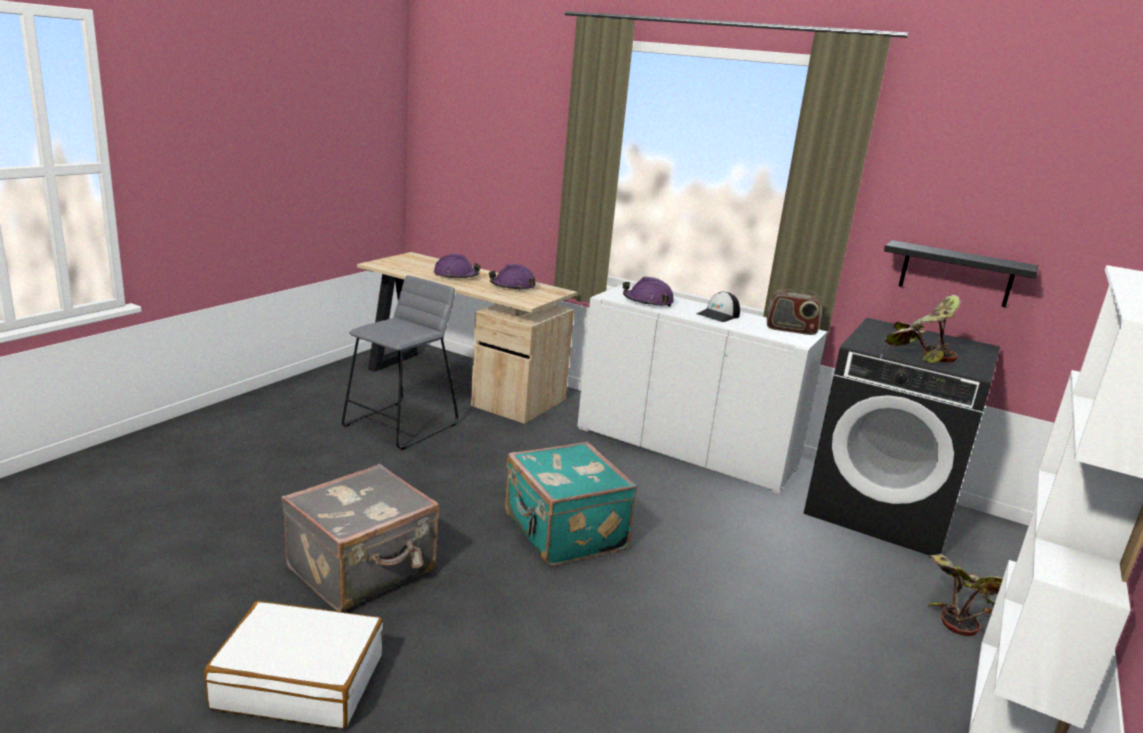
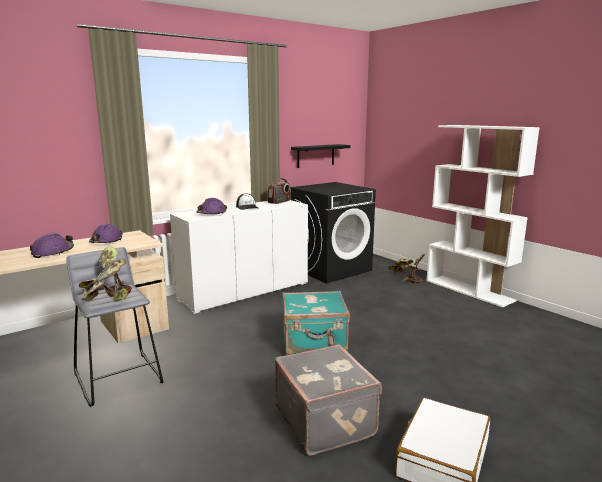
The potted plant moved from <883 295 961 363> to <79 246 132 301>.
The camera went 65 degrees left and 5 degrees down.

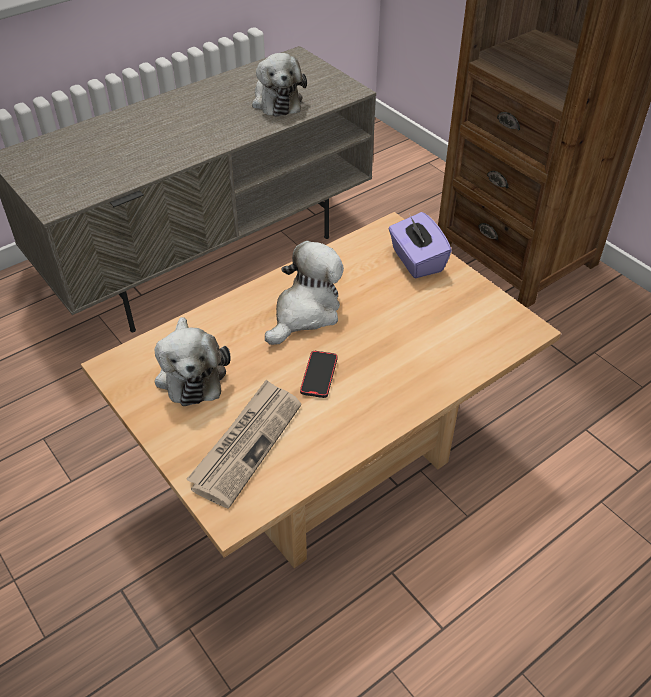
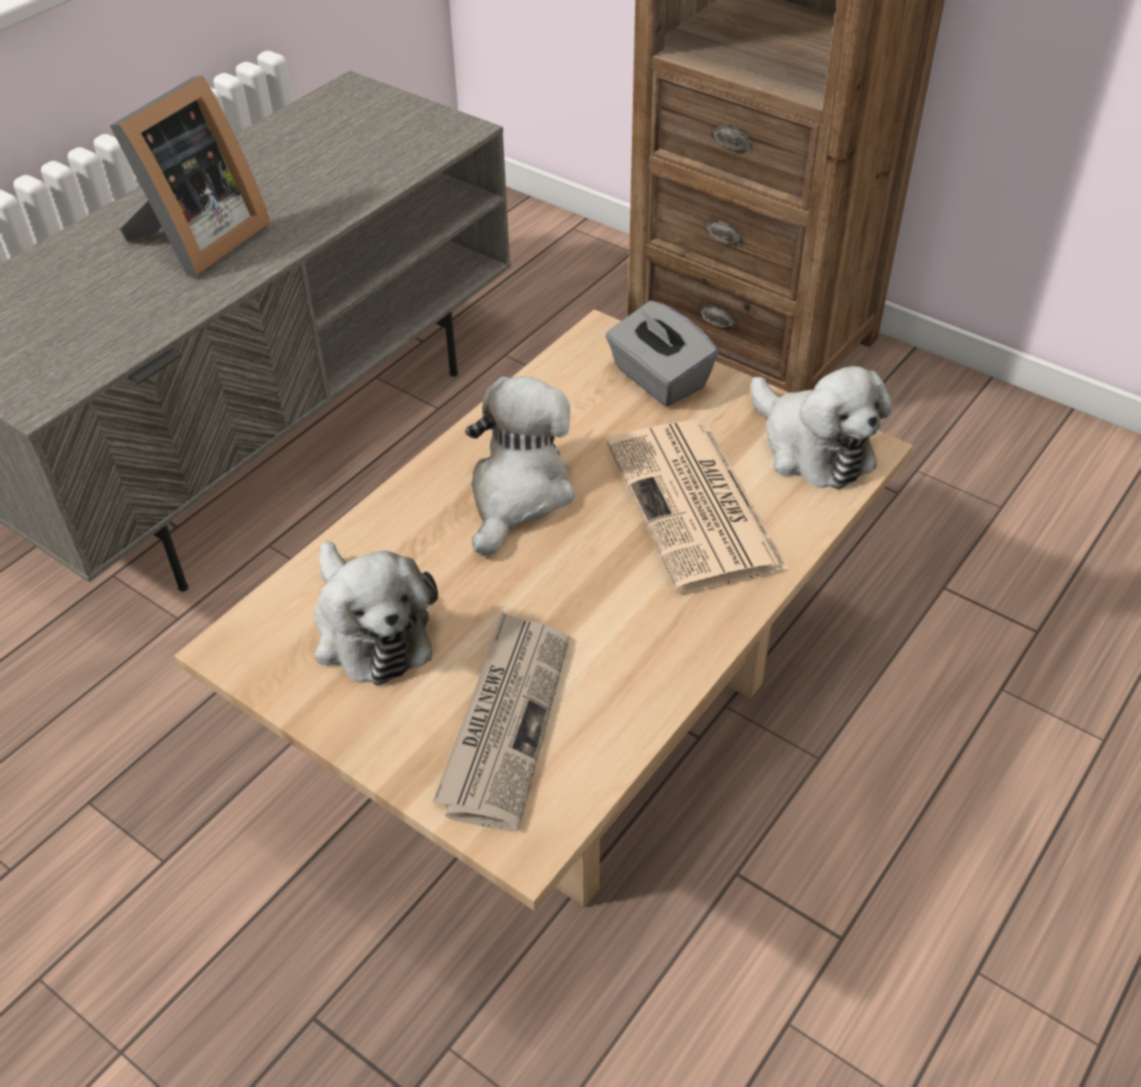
The plush toy moved from <252 53 307 117> to <751 366 892 489>.
The tissue box in purple at <389 212 452 278> became the tissue box in grey at <605 301 718 406>.
The phone at <300 351 338 398> disappeared.
The picture frame at <110 75 270 276> appeared.
The newspaper at <607 420 789 593> appeared.
The camera went 15 degrees left and 0 degrees up.

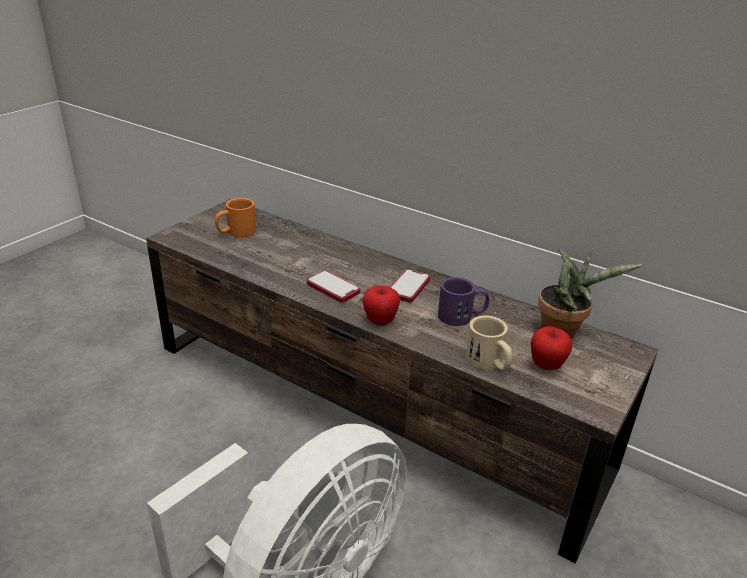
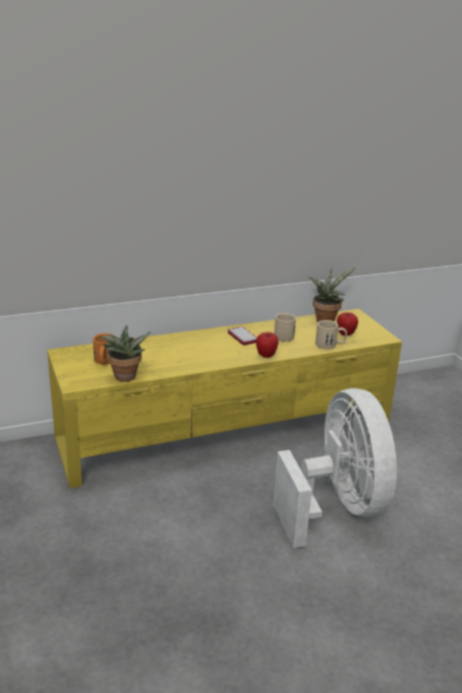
The tv stand in brown at <146 199 659 564> became the tv stand in yellow at <47 309 402 488>.
The phone at <307 271 360 303> disappeared.
The mug in purple at <438 277 489 326> became the mug in beige at <274 313 296 342>.
The potted plant at <100 326 151 382> appeared.
The camera went 55 degrees left and 5 degrees down.

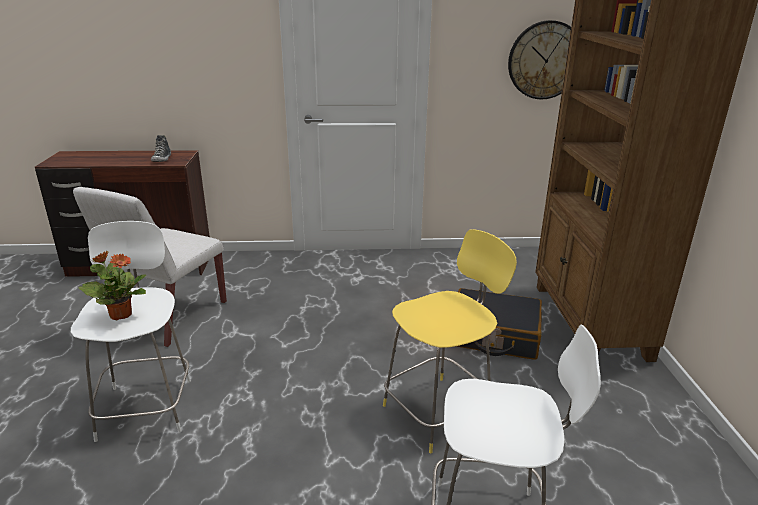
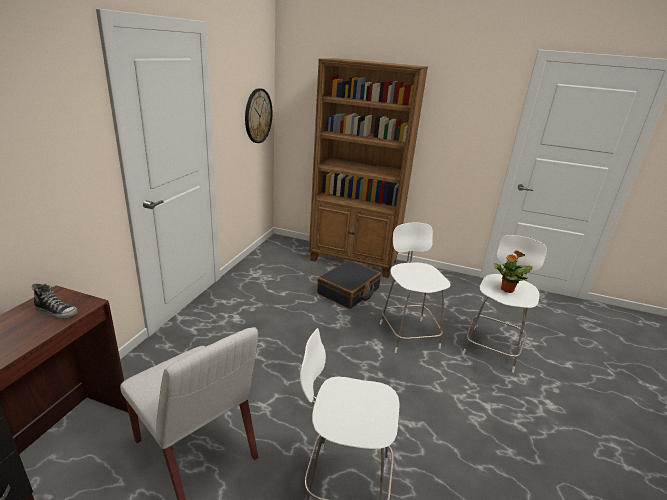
The stool in yellow at <383 229 517 454> became the stool in white at <380 223 451 353>.
The potted plant moved from <79 251 146 321> to <494 251 533 293>.
The camera went 70 degrees left and 0 degrees up.

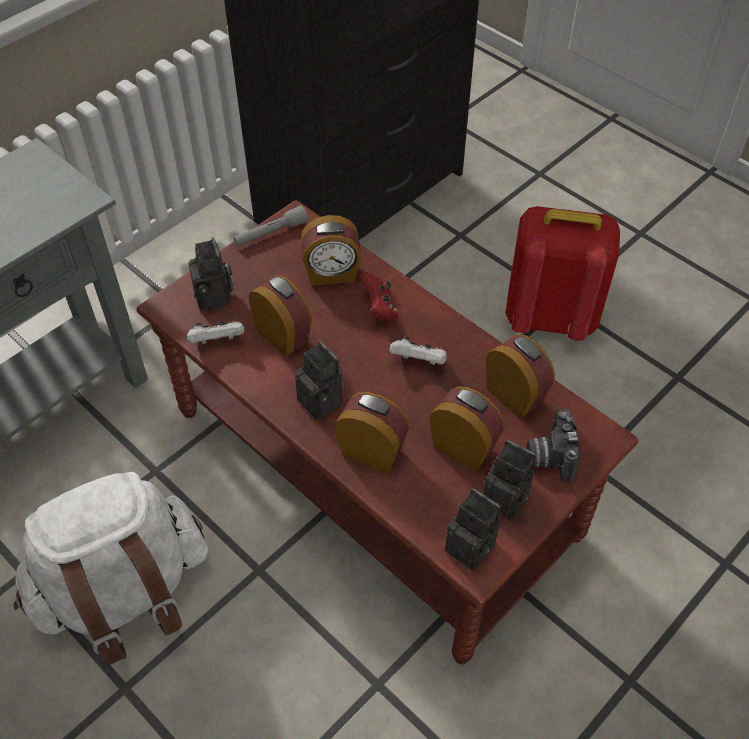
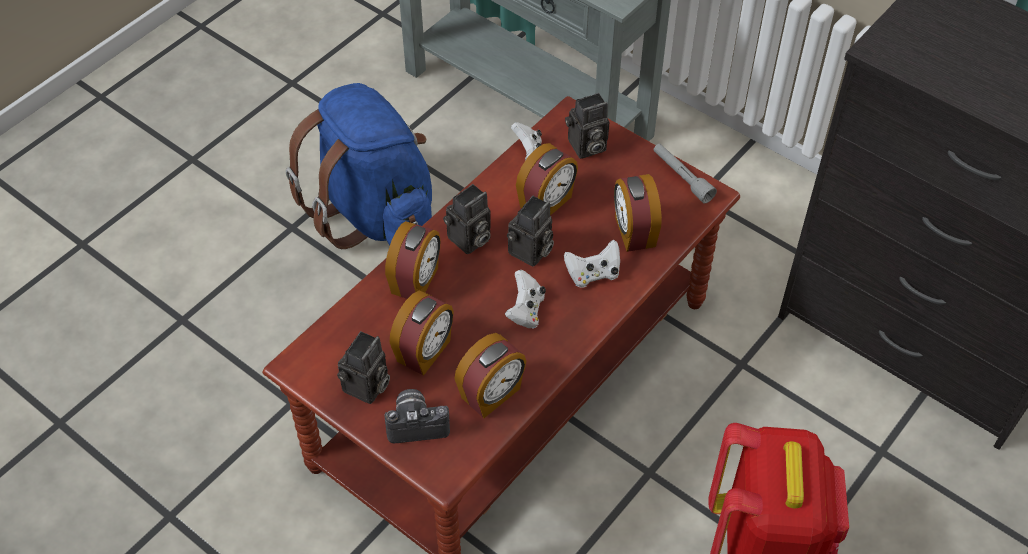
The game controller in red at <359 272 398 321> became the game controller in white at <564 240 620 288>.
The backpack in white at <13 472 208 665> became the backpack in blue at <286 83 432 249>.
The photo camera moved from <445 488 500 571> to <507 196 554 267>.
The camera went 85 degrees right and 0 degrees up.

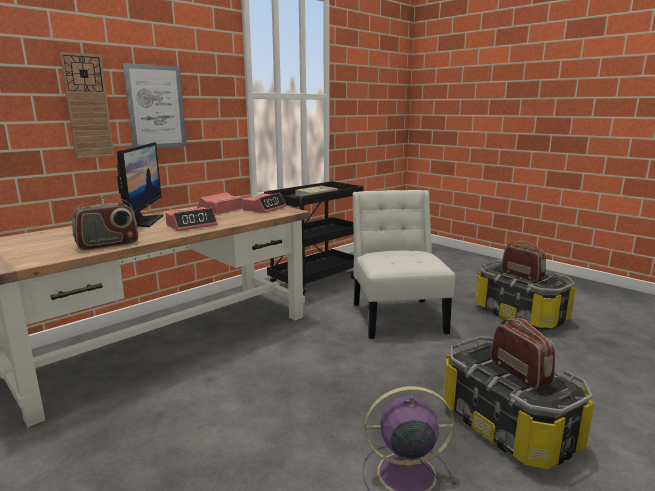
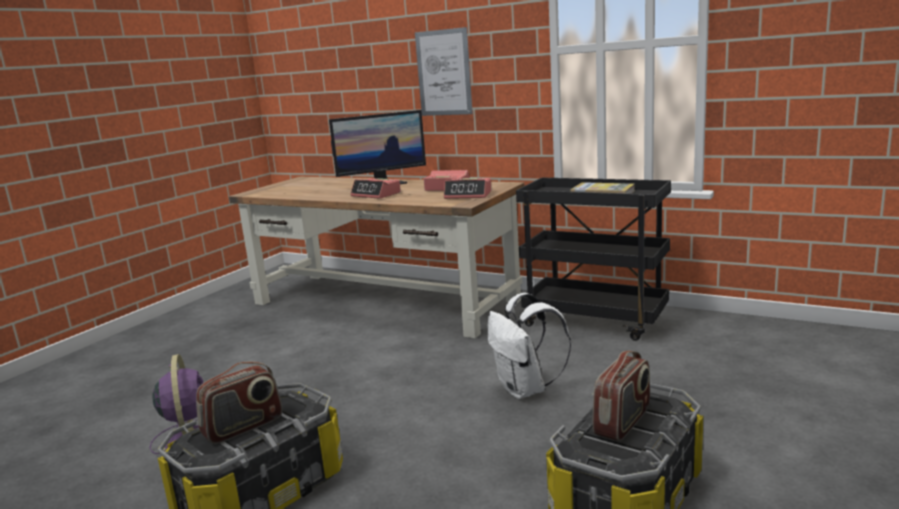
The wall clock at <60 52 114 159> disappeared.
The chair in white at <352 190 455 339> was replaced by the backpack in white at <487 293 571 399>.
The radio at <72 196 138 250> disappeared.
The camera went 75 degrees right and 0 degrees up.

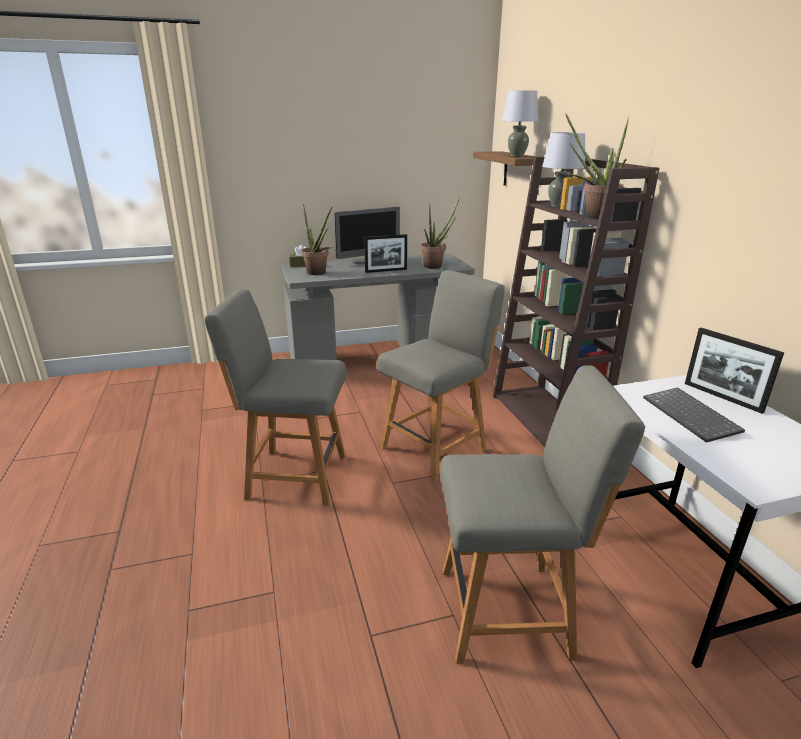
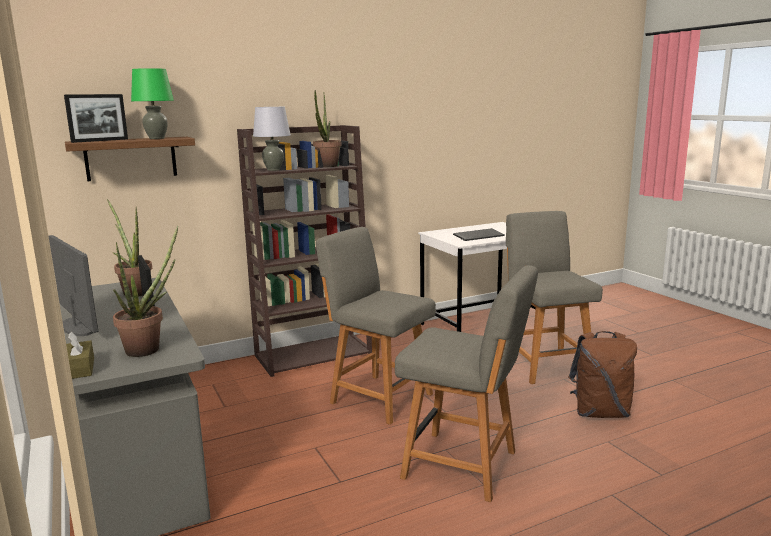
The table lamp in grey at <502 90 538 157> became the table lamp in green at <131 68 174 139>.
The chair in grey at <204 289 347 505> turned 60 degrees counterclockwise.
The picture frame moved from <685 328 784 414> to <64 94 128 143>.
The backpack in brown at <568 331 637 418> appeared.
The camera went 100 degrees left and 10 degrees down.

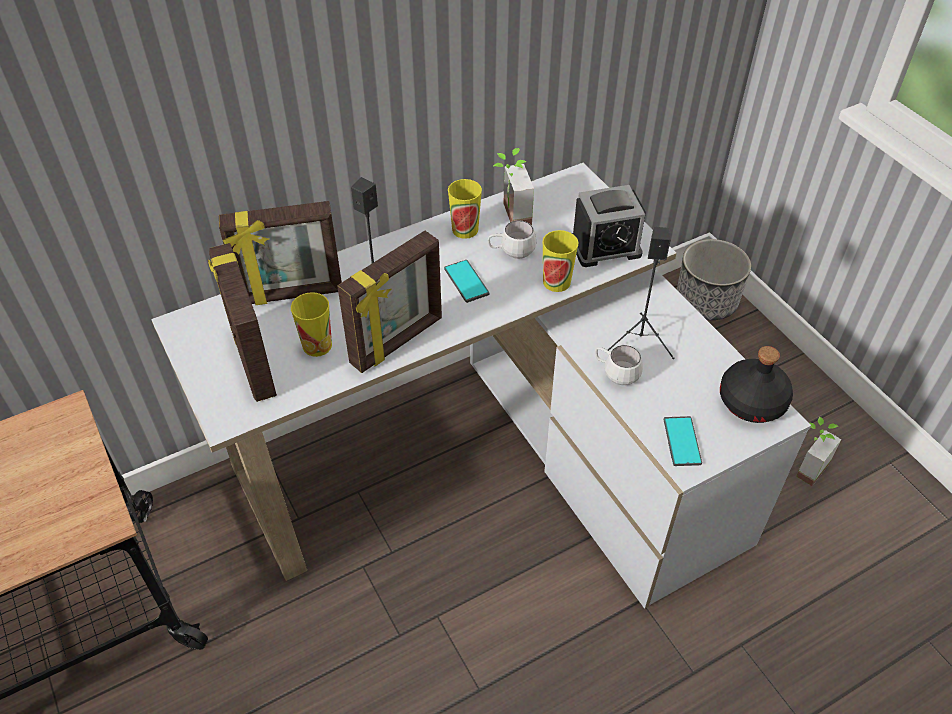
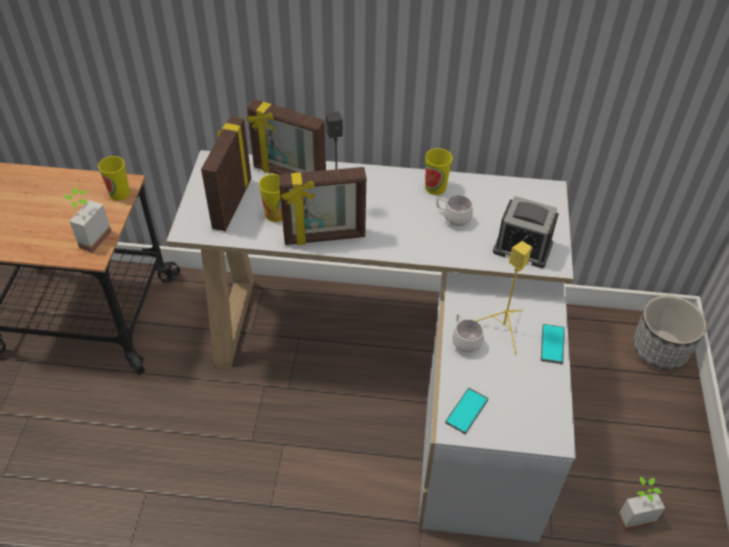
The potted plant moved from <493 148 534 225> to <64 188 112 253>.
The speaker in black at <608 227 674 359> became the speaker in yellow at <476 241 532 354>.
The cup moved from <542 230 579 292> to <98 156 130 201>.
The phone moved from <444 260 489 303> to <541 324 565 364>.
The bottle in black at <720 346 793 423> disappeared.
The camera went 35 degrees right and 0 degrees up.

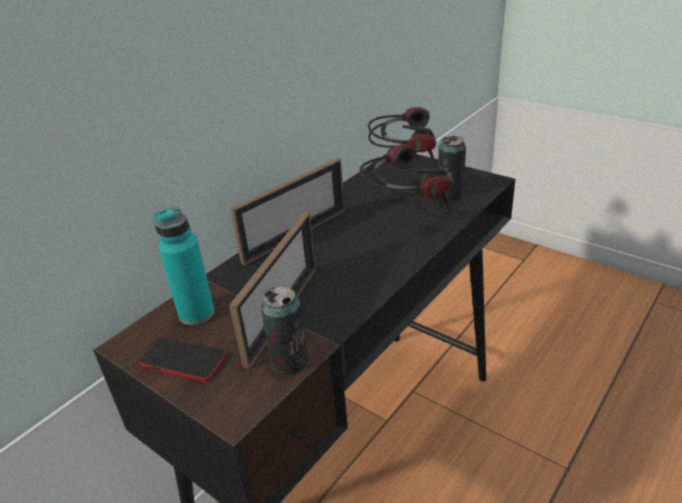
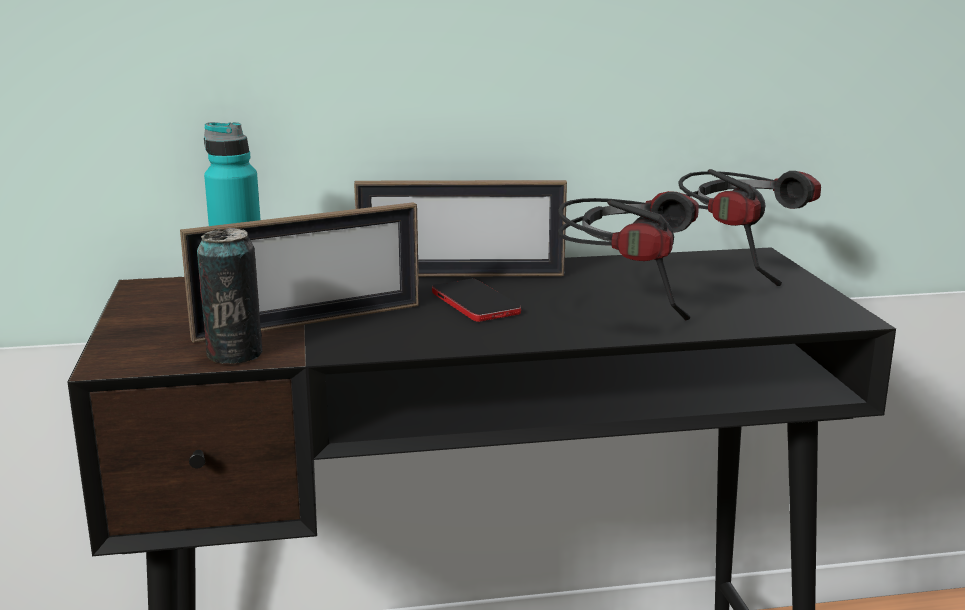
The can at <438 136 466 201> disappeared.
The phone moved from <140 337 226 382> to <432 279 521 322>.
The camera went 40 degrees right and 15 degrees down.

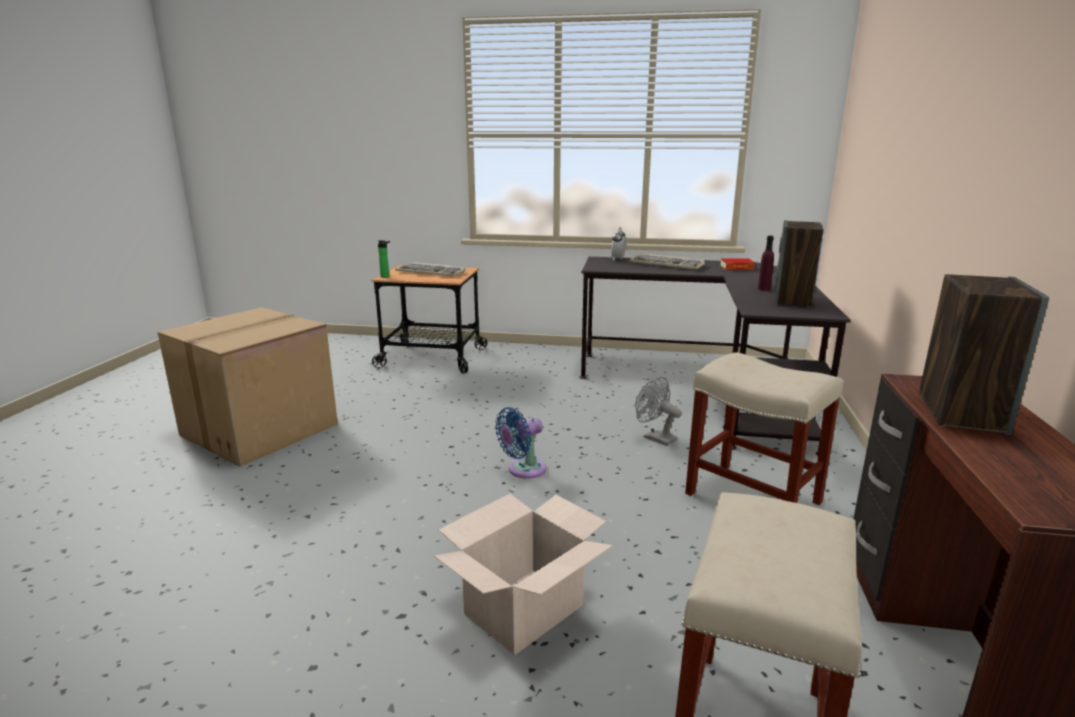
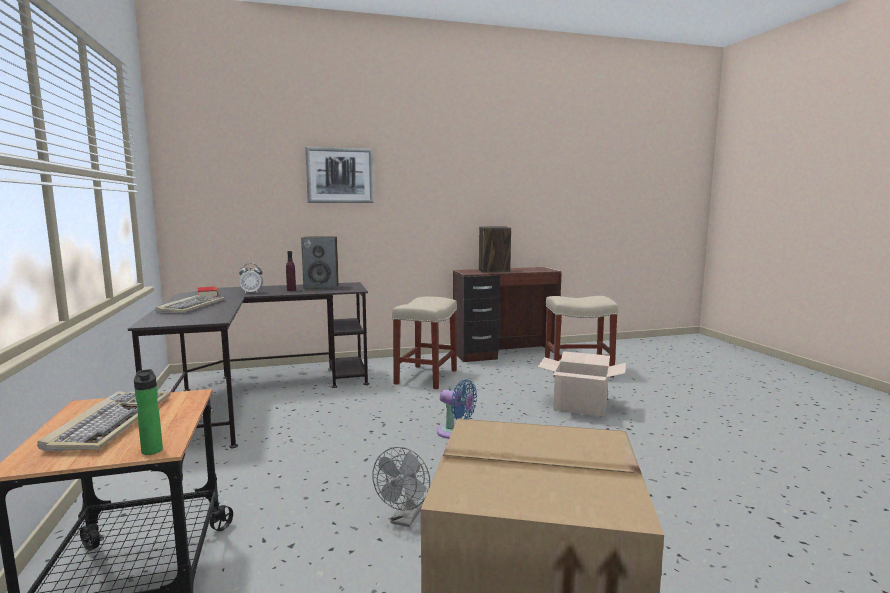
The alarm clock moved from <611 228 627 261> to <239 263 263 293>.
The fan in grey moved from <635 377 682 446> to <372 447 430 527>.
The picture at <305 147 374 203> appeared.
The camera went 115 degrees left and 10 degrees down.

